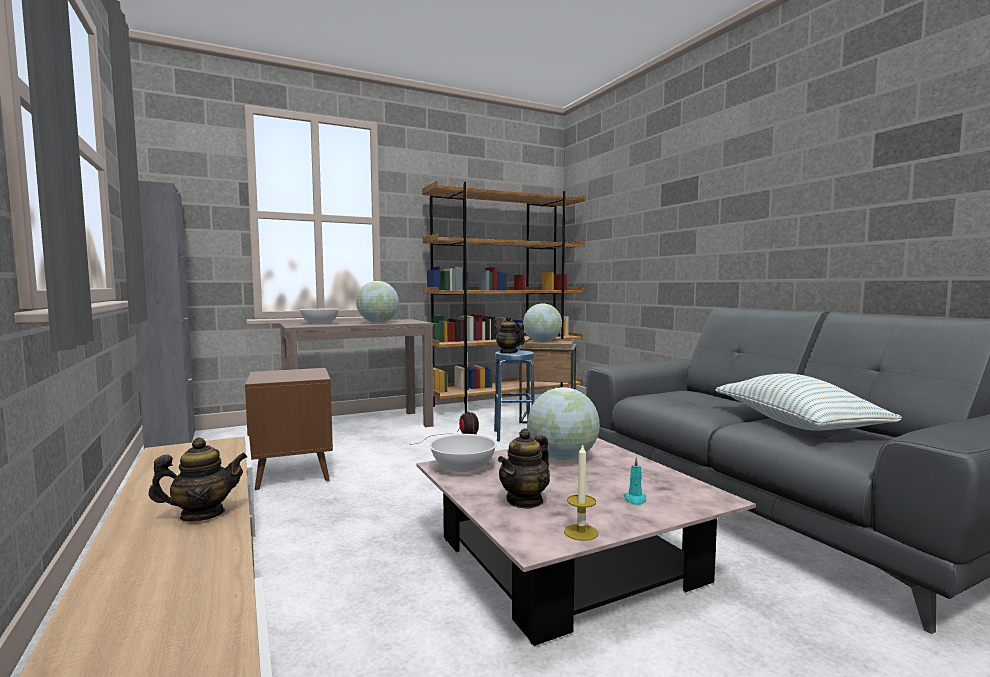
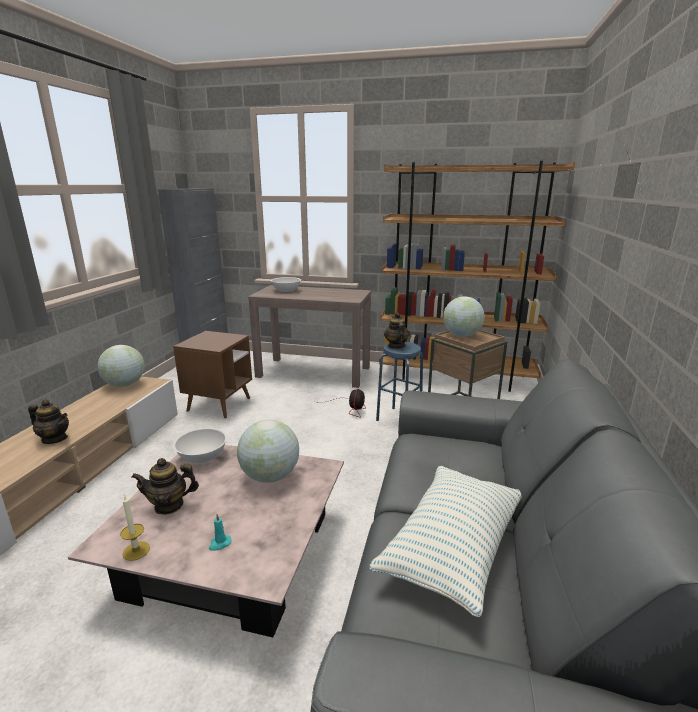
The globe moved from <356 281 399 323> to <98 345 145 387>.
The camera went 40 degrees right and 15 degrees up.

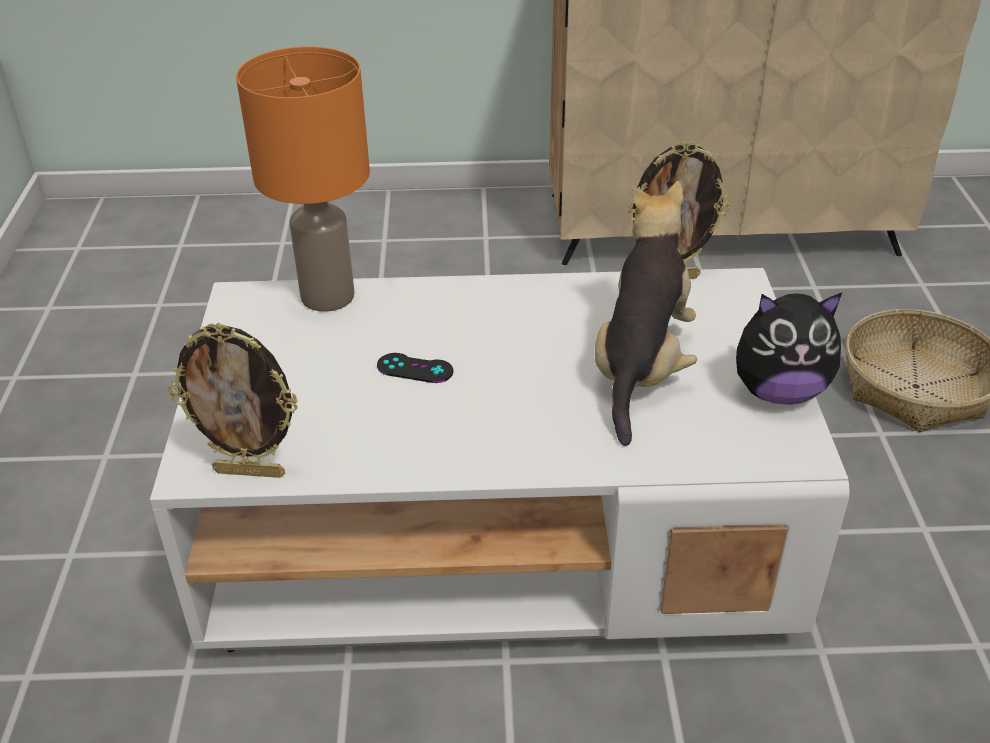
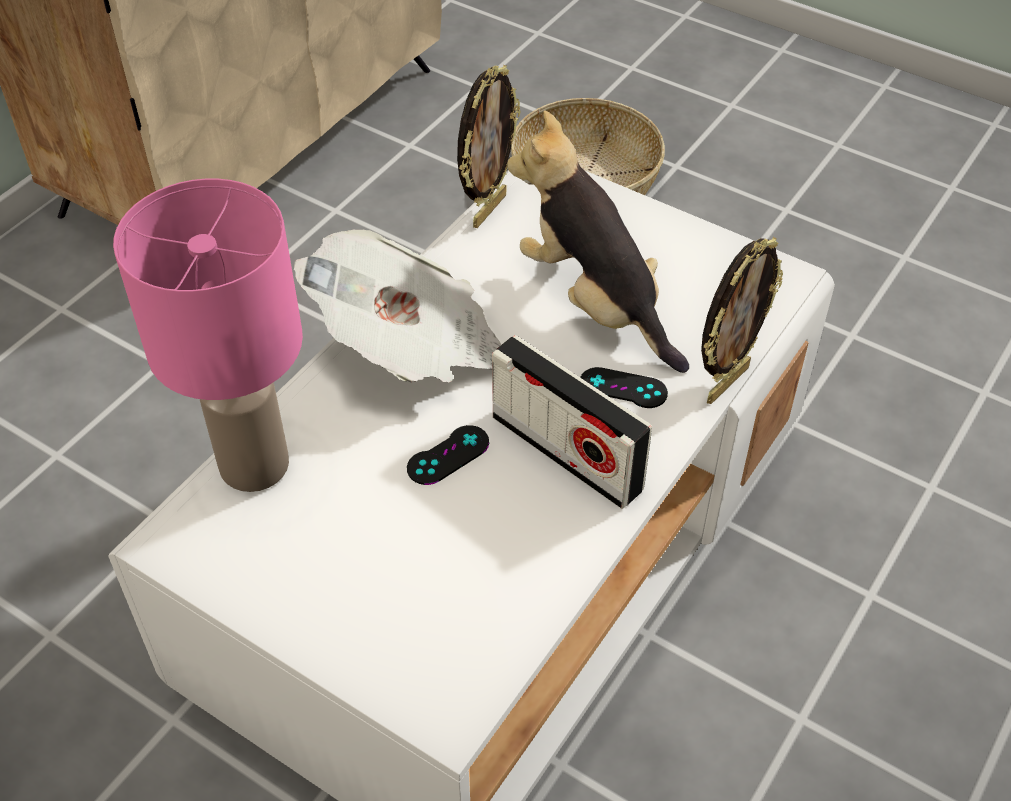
The table lamp in orange at <236 47 370 312> became the table lamp in pink at <113 179 303 492>.
The plush toy at <736 293 842 405> disappeared.
The picture frame moved from <168 322 298 478> to <701 237 783 404>.
The newspaper at <294 229 501 383> appeared.
The radio at <492 335 652 509> appeared.
The game controller in black at <580 367 668 408> appeared.
The camera went 55 degrees left and 10 degrees up.

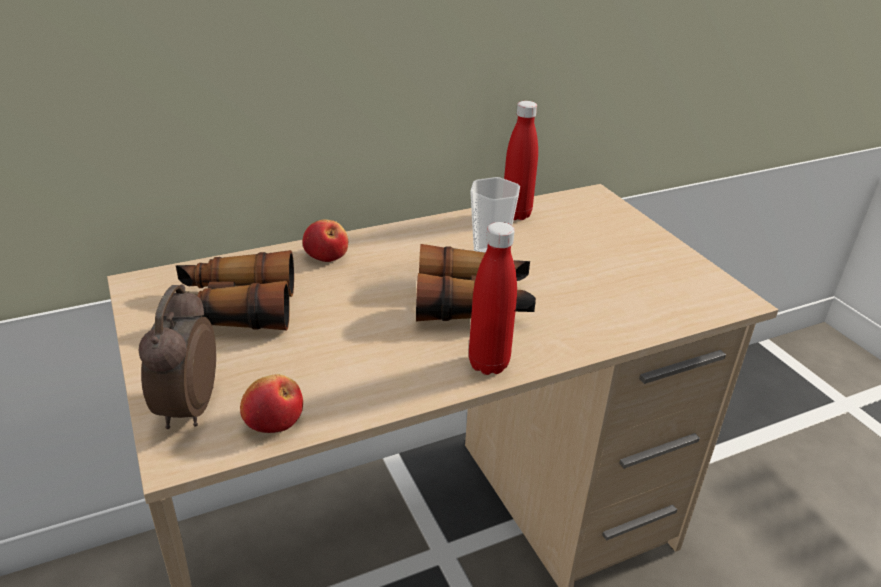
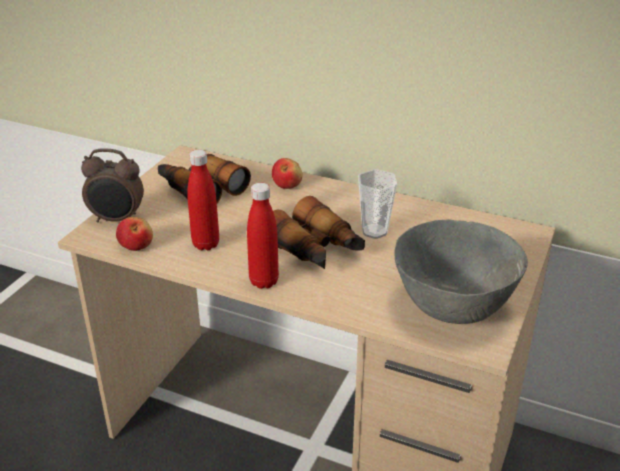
The bottle in red moved from <504 101 538 220> to <187 150 219 250>.
The alarm clock at <139 285 216 429> turned 135 degrees counterclockwise.
The bowl in grey at <394 219 528 324> appeared.
The camera went 50 degrees right and 0 degrees up.

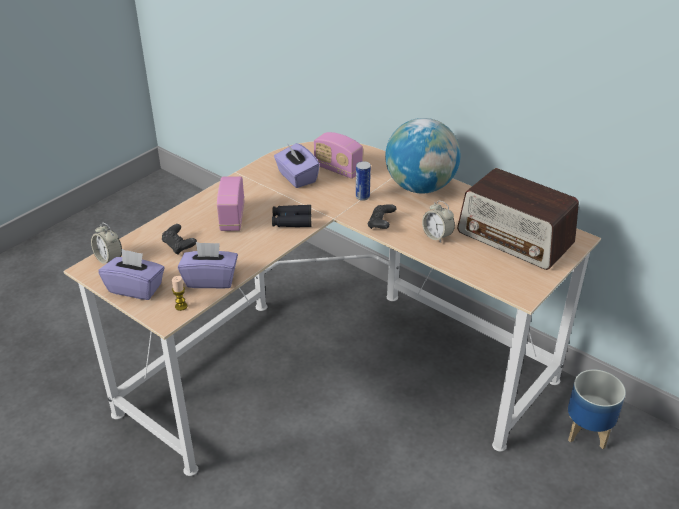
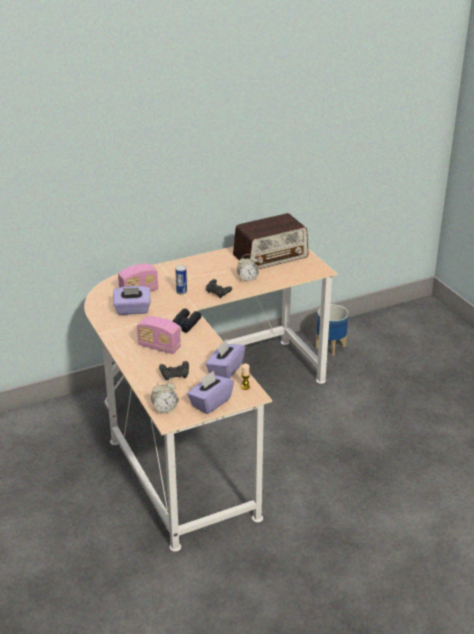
The globe at <385 118 460 193> disappeared.
The camera went 65 degrees left and 5 degrees down.

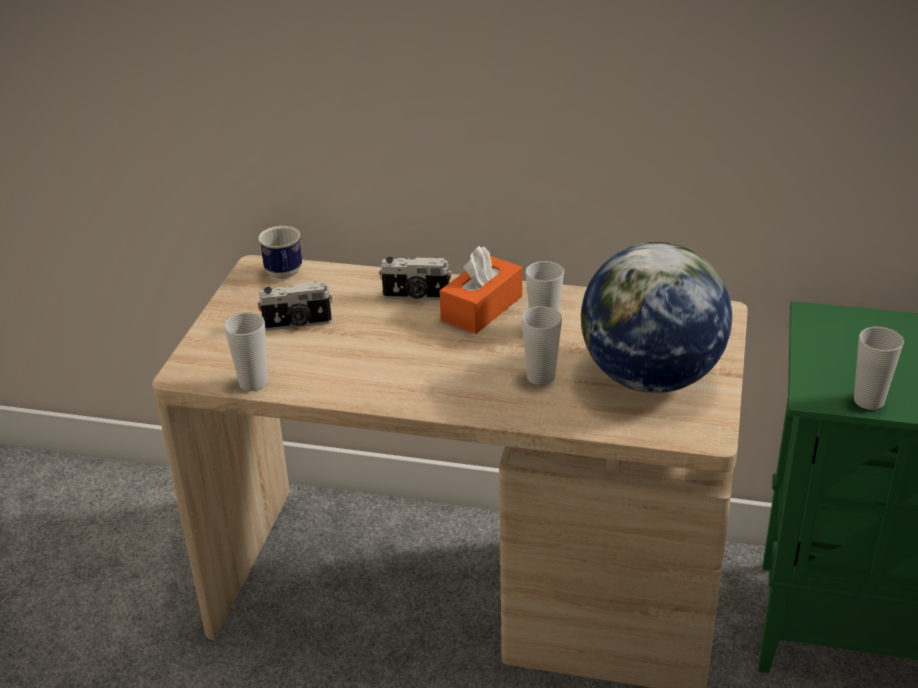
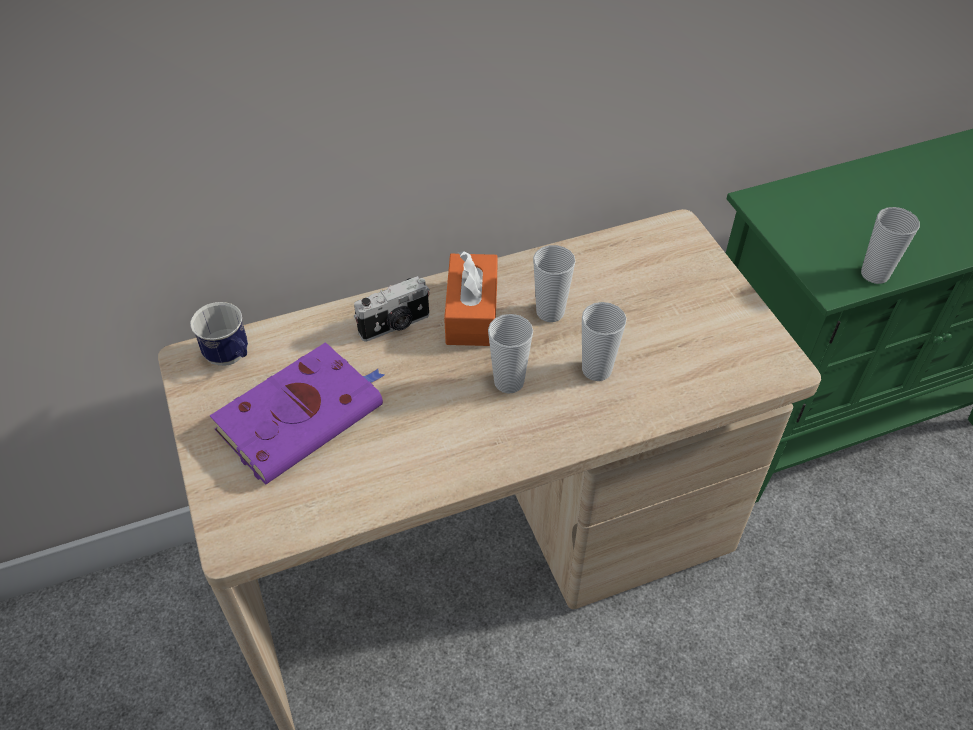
The globe at <581 242 732 393> disappeared.
The photo camera at <257 281 332 331> was replaced by the book in purple at <210 342 385 484>.
The cup moved from <224 312 267 391> to <488 314 533 394>.
The camera went 35 degrees left and 15 degrees up.

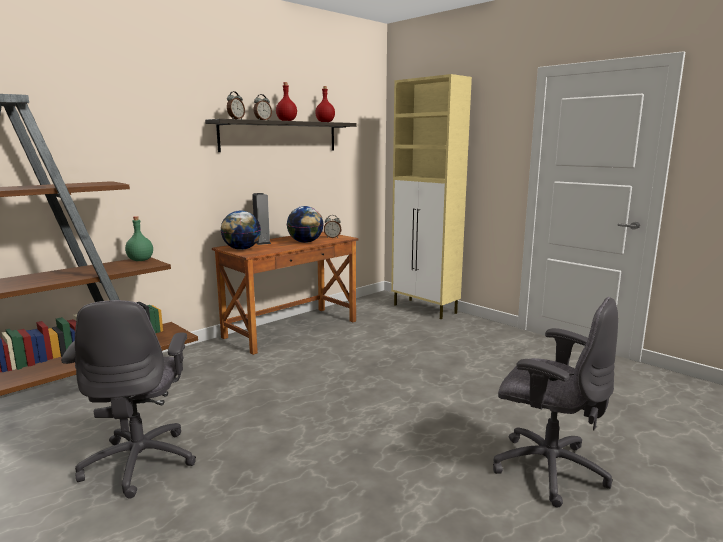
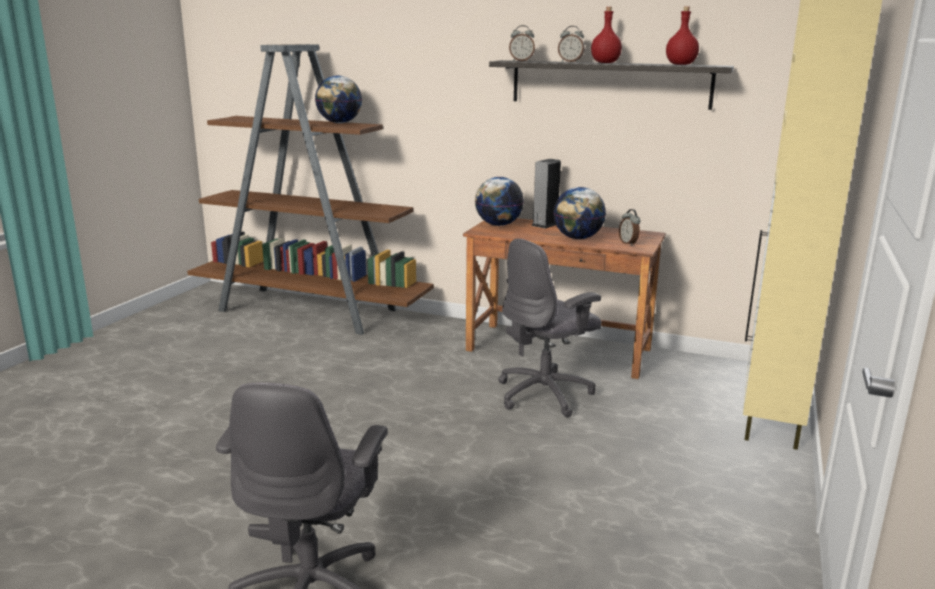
The bottle in green at <125 216 153 261> disappeared.
The office chair in grey moved from <61 300 196 499> to <498 238 602 418>.
The globe at <315 75 362 123> appeared.
The camera went 65 degrees right and 5 degrees up.

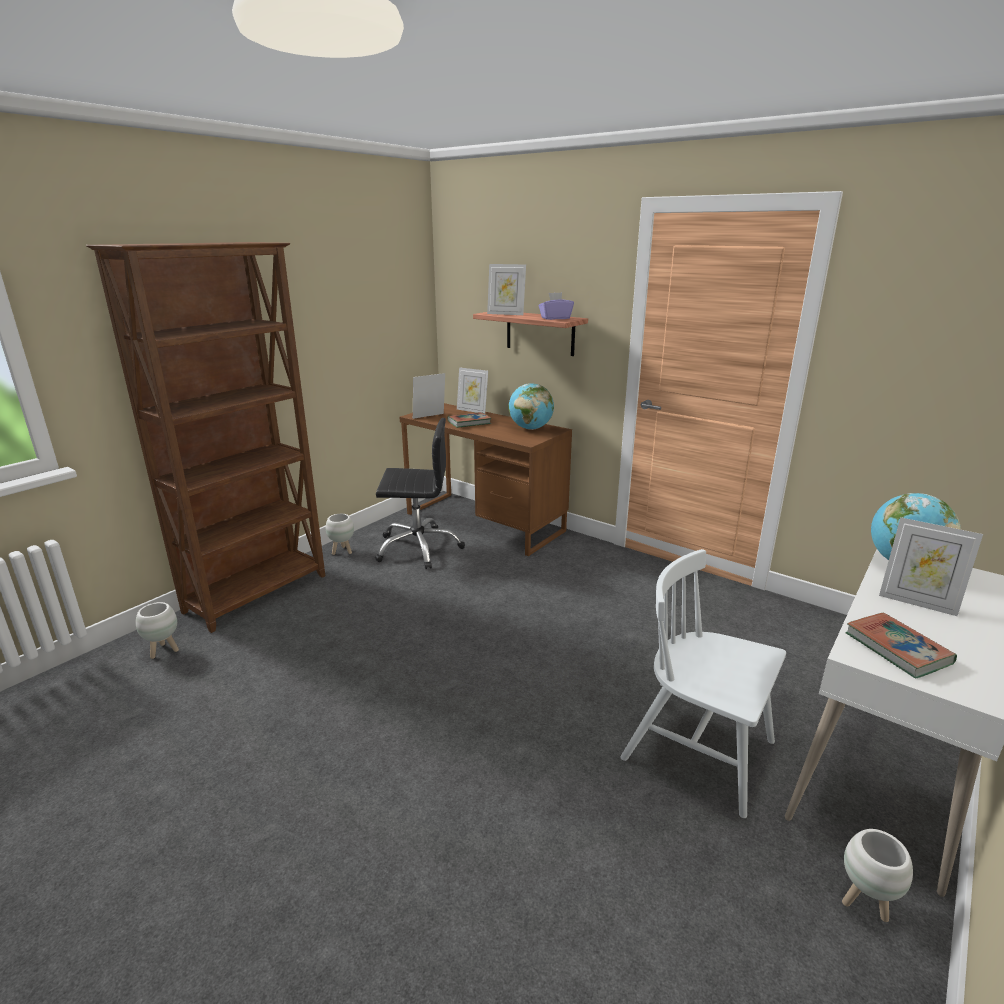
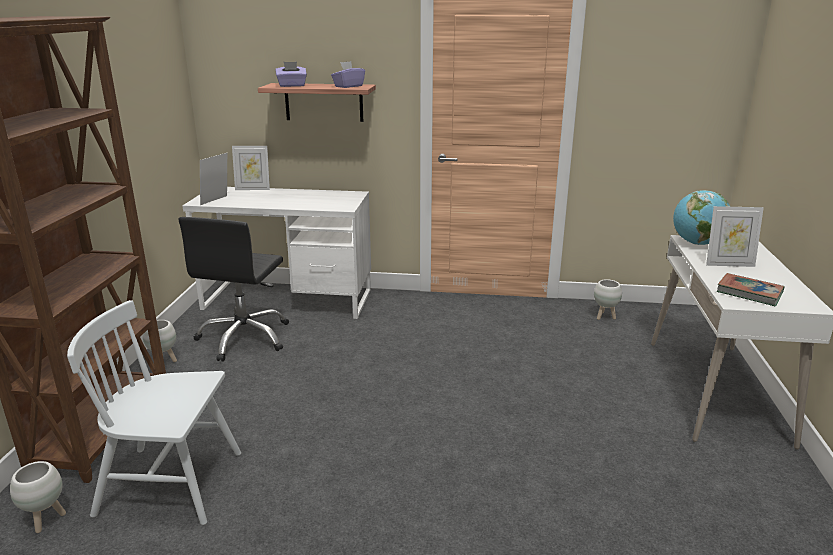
The picture frame at <487 264 526 315> was replaced by the tissue box in purple at <275 62 307 87>.
The globe at <508 383 554 430> disappeared.
The desk in brown at <399 403 572 556> became the desk in white at <183 187 371 319>.
The book at <448 412 491 428> disappeared.
The office chair in black at <375 418 465 569> turned 135 degrees clockwise.
The chair in white moved from <621 549 786 818> to <67 300 241 525>.
The planter in white moved from <842 829 913 922> to <594 279 622 320>.
The camera went 30 degrees left and 0 degrees up.

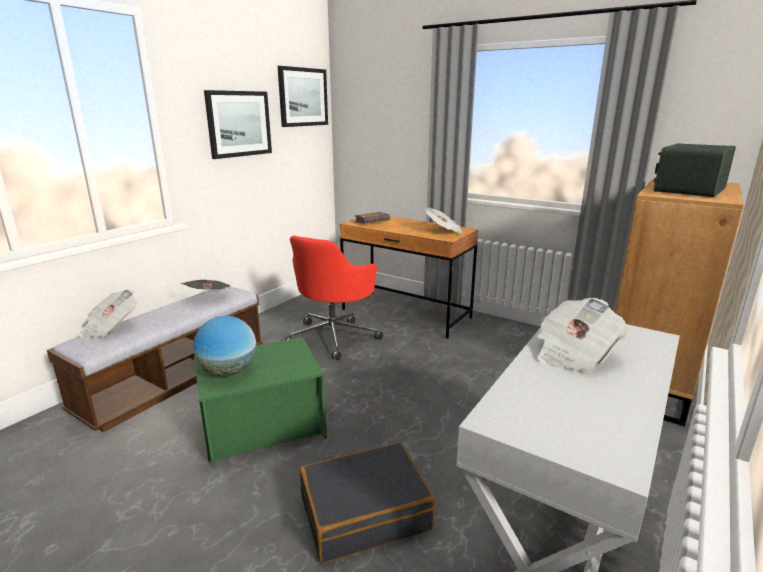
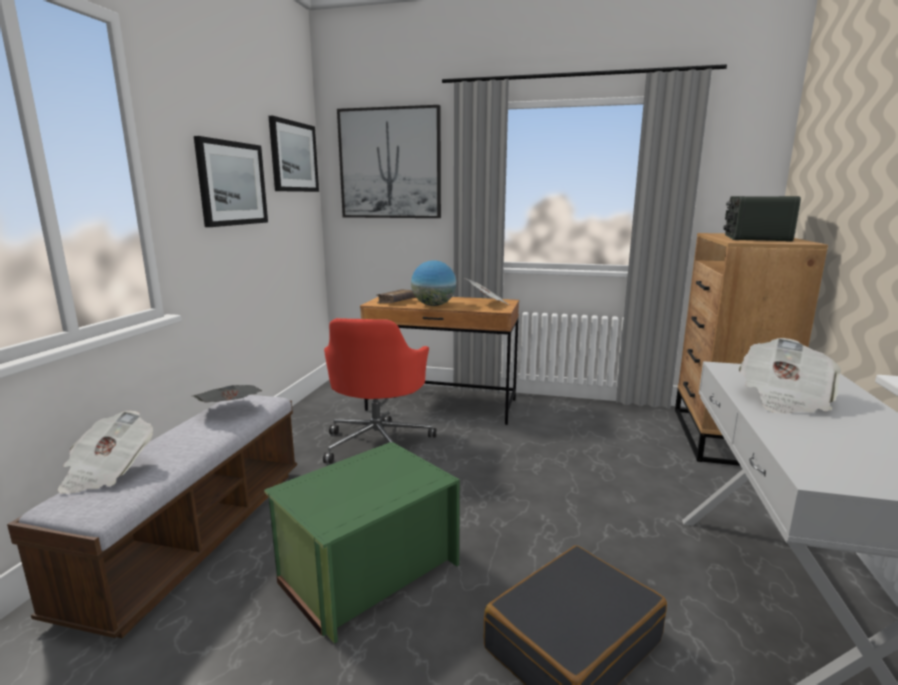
The globe moved from <193 316 256 376> to <411 260 456 306>.
The picture at <337 105 441 218> appeared.
The camera went 20 degrees left and 5 degrees down.

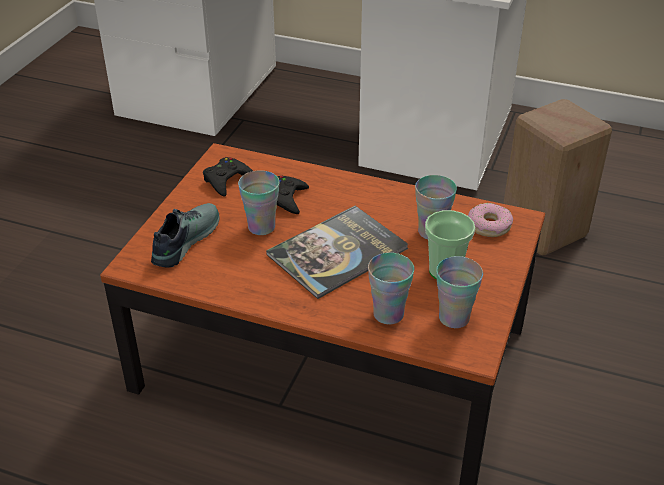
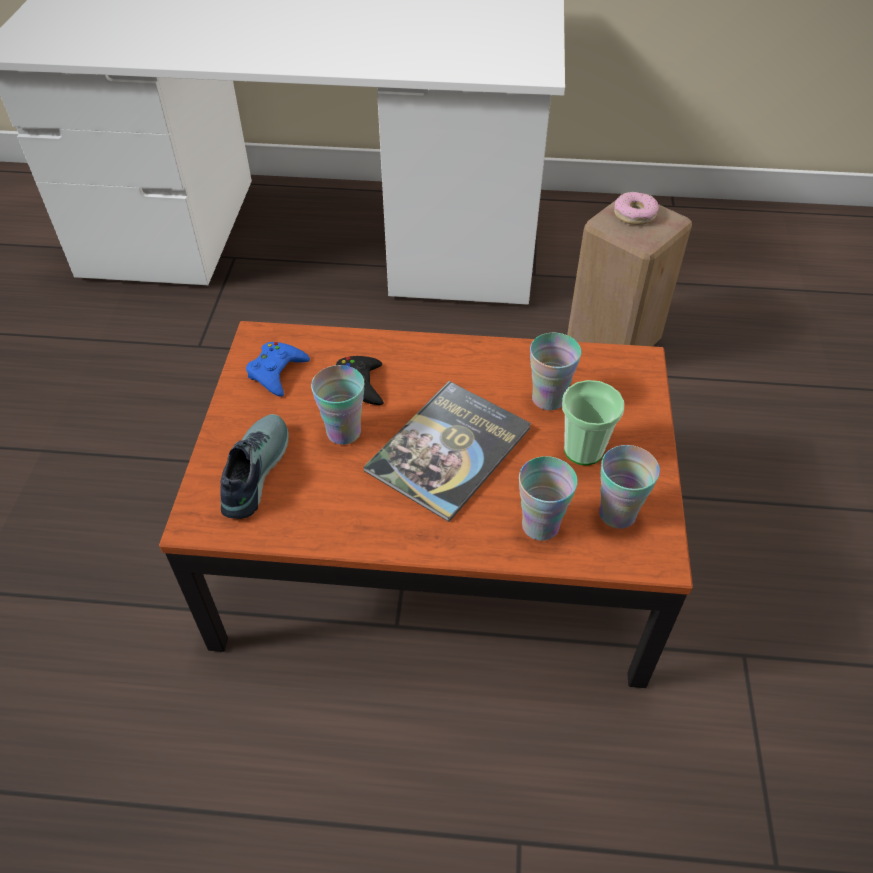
The game controller in black at <203 157 253 197> became the game controller in blue at <246 342 310 397>.
The donut moved from <468 203 513 237> to <614 192 659 225>.
The camera went 15 degrees left and 10 degrees up.

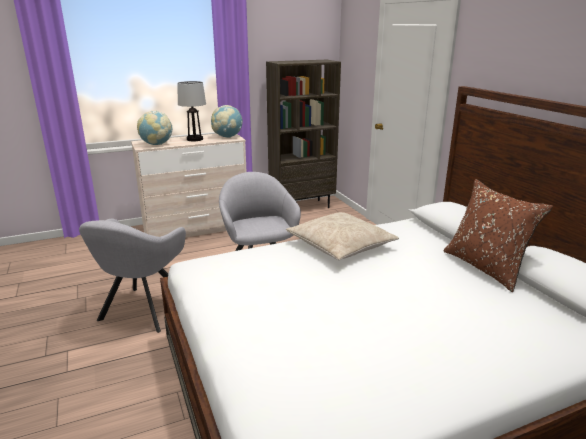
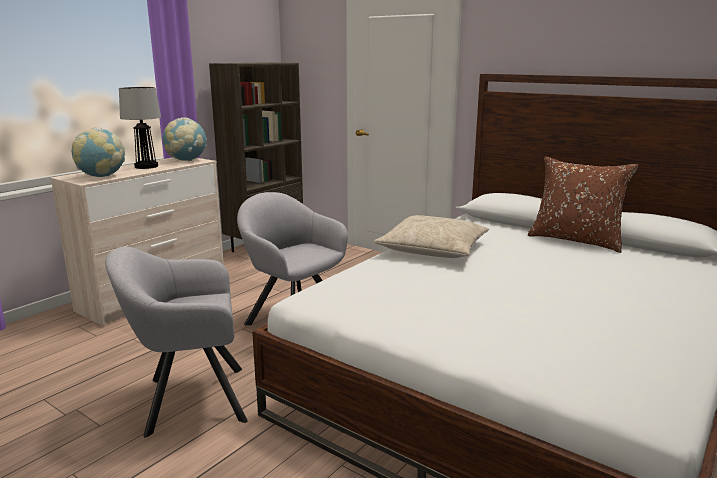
The armchair in grey at <79 219 186 333> turned 90 degrees clockwise.
The camera went 30 degrees left and 5 degrees down.

